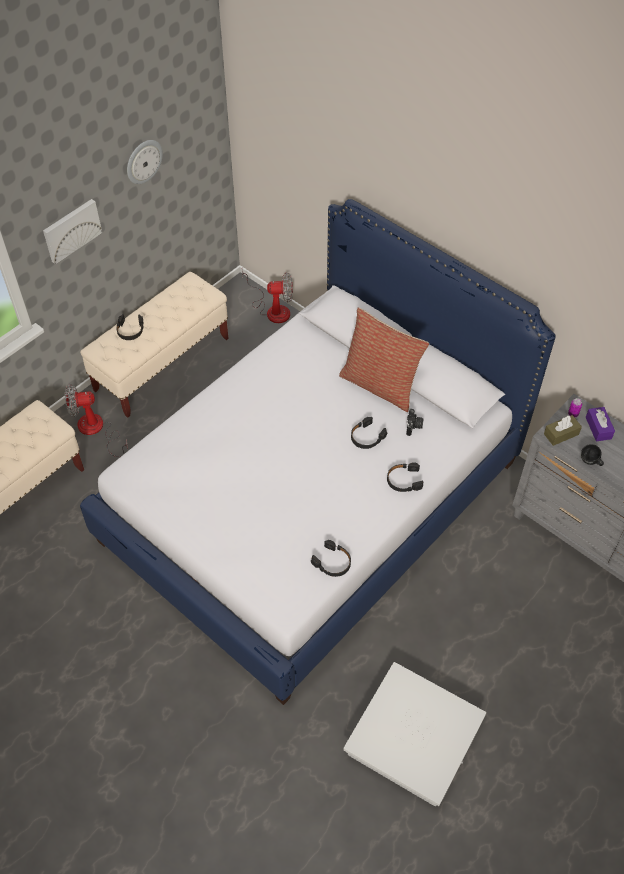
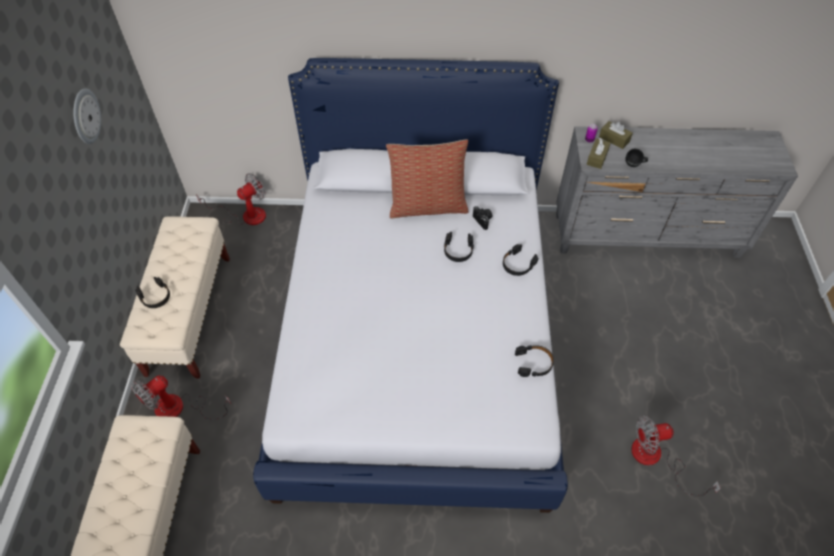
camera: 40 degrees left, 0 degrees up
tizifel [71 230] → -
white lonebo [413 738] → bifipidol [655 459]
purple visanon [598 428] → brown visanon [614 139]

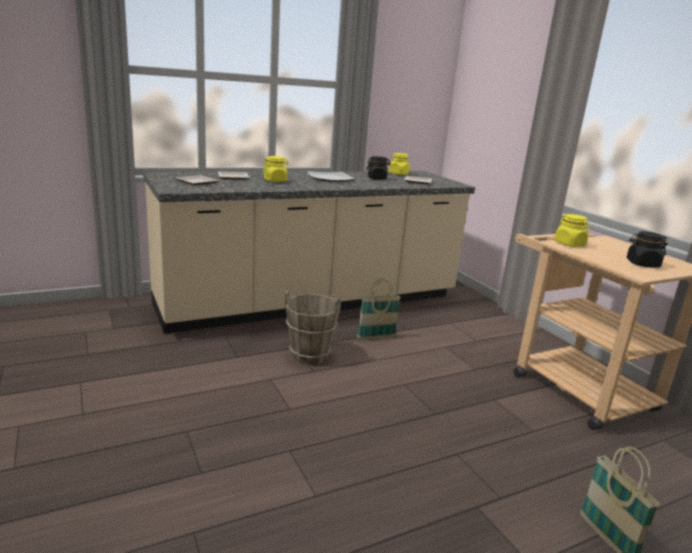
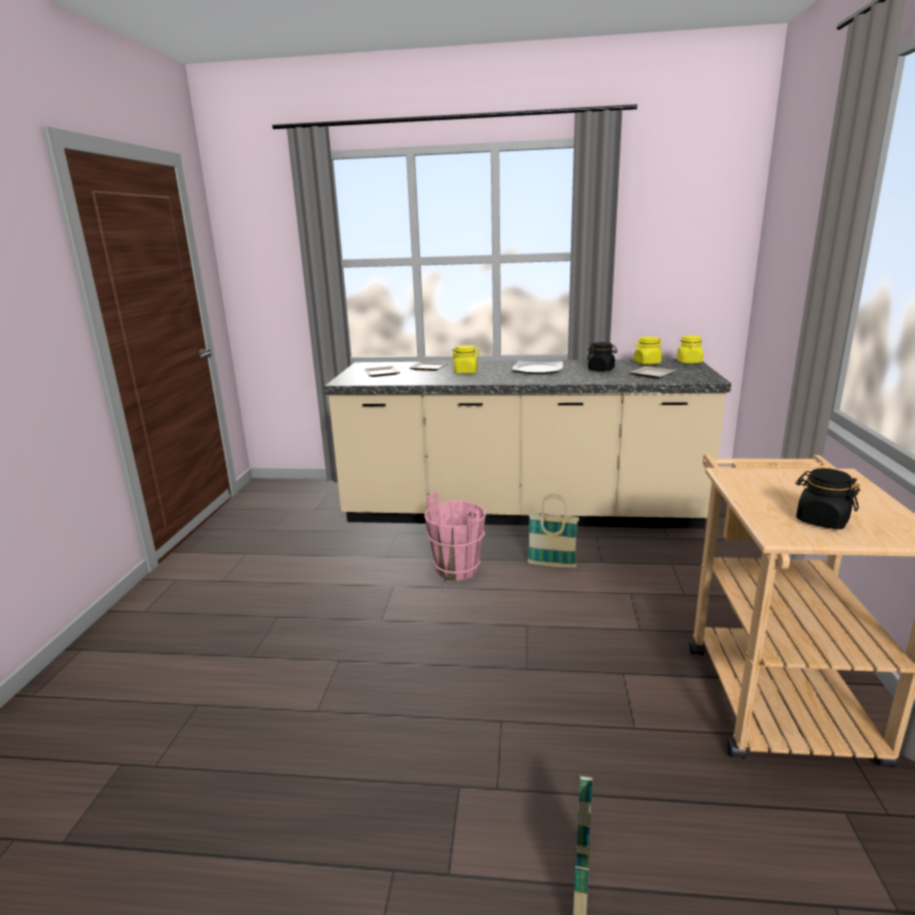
camera: 35 degrees right, 0 degrees up
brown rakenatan [310 355] → pink rakenatan [457 569]
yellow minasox [569 244] → yellow minasox [689 362], shifted

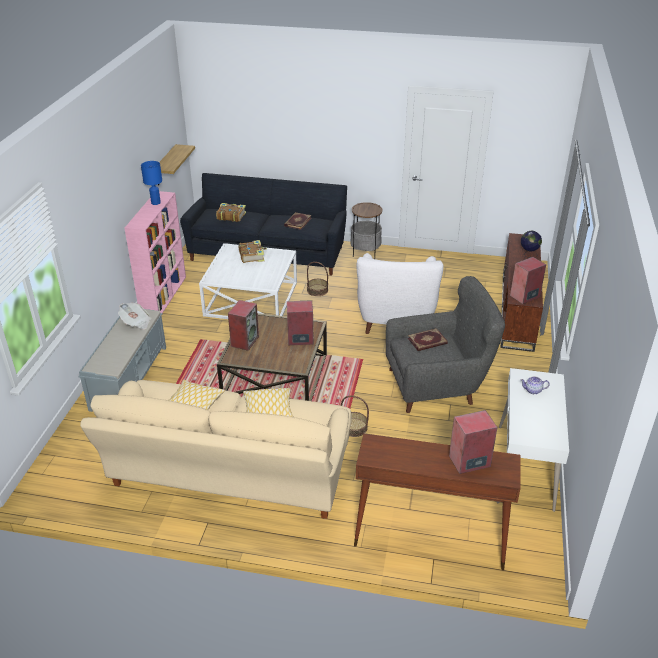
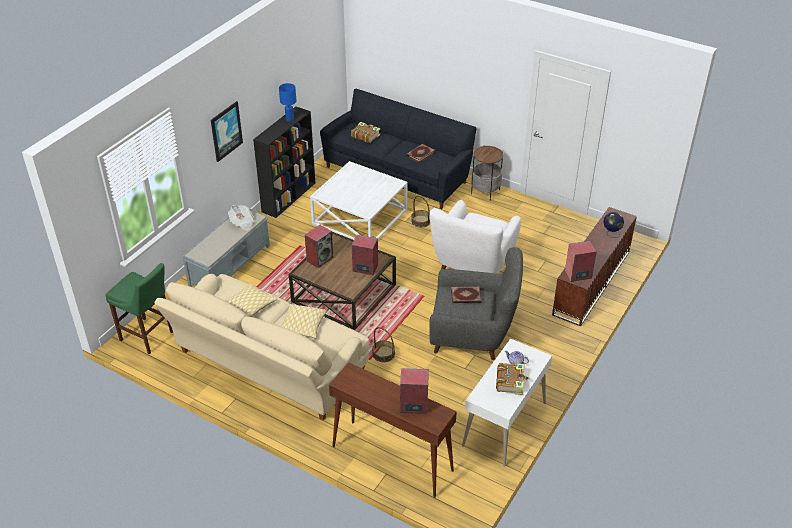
camera: 20 degrees right, 5 degrees up
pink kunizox [163 295] → black kunizox [289 197]
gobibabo [165 165] → -
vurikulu [252 256] → vurikulu [510 382], shifted
- → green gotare [148 337]
- → tizifel [226 131]

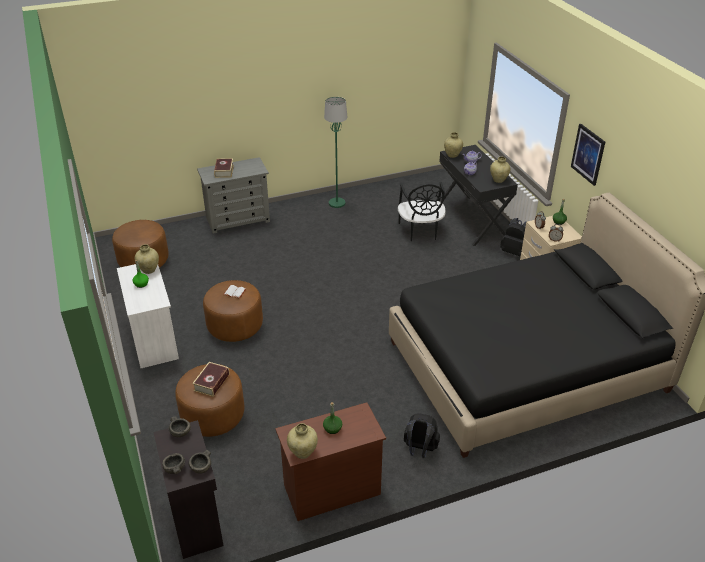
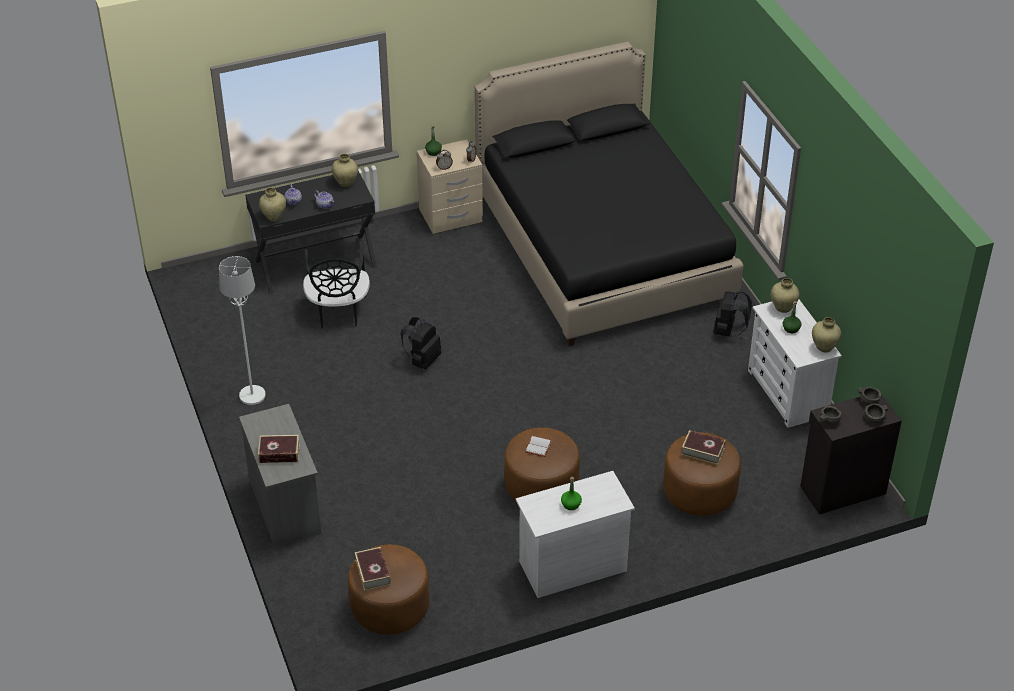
camera: 90 degrees left, 5 degrees up
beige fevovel [149 270] → beige fevovel [783 308], shifted
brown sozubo [331 489] → white sozubo [787 393]
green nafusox [337 203] → white nafusox [252 395]
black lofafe [420 231] → black lofafe [338 312], 90 degrees clockwise
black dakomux [514 251] → black dakomux [422 360], shifted
tizifel [588 154] → -
- → vurikulu [373 572]

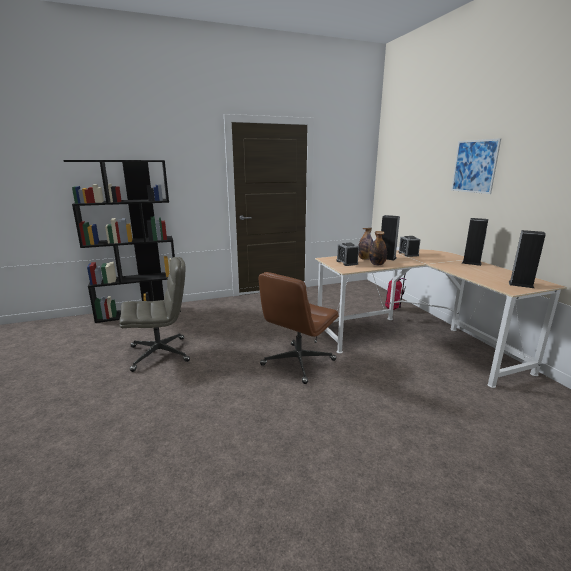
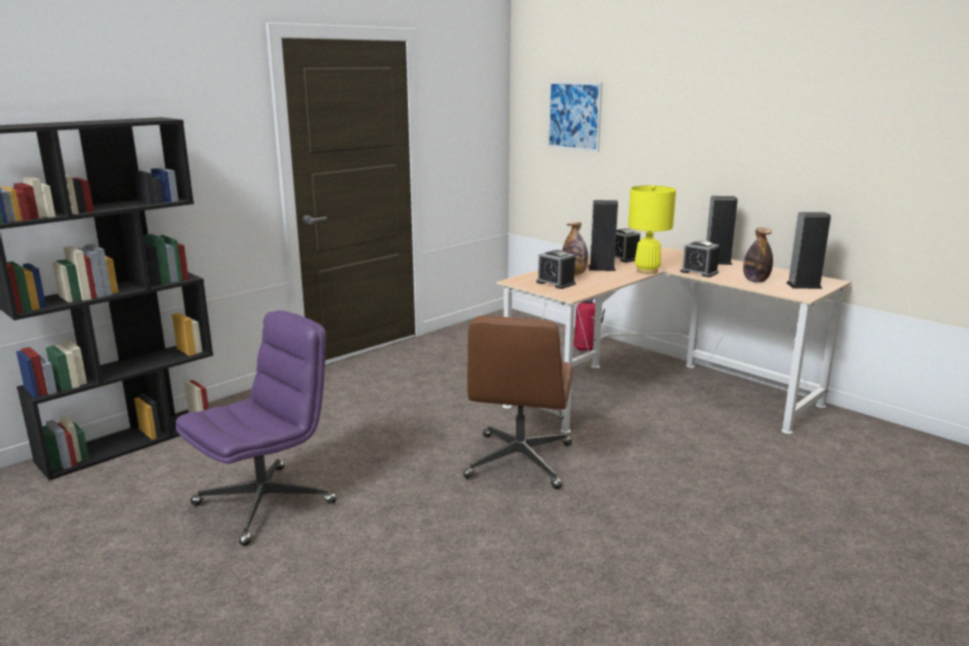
camera: 25 degrees left, 0 degrees up
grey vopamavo [160 353] → purple vopamavo [265 503]
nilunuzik [377 264] → nilunuzik [755 281], shifted
tizifel [474 166] → tizifel [574 116], shifted
- → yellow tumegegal [647 271]
- → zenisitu [699 272]

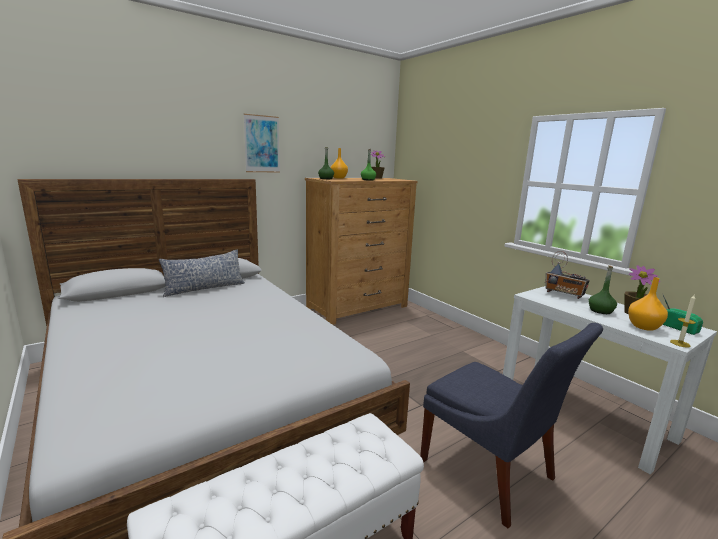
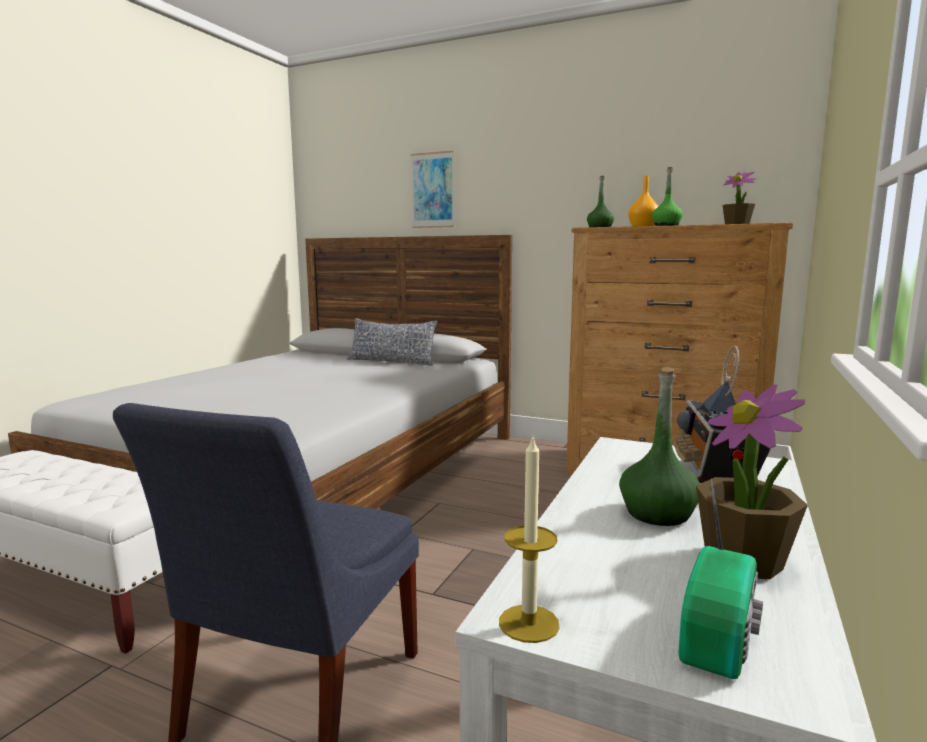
camera: 60 degrees right, 5 degrees down
tizifel [262 144] → tizifel [433 190], shifted
orange fevovel [643 327] → -

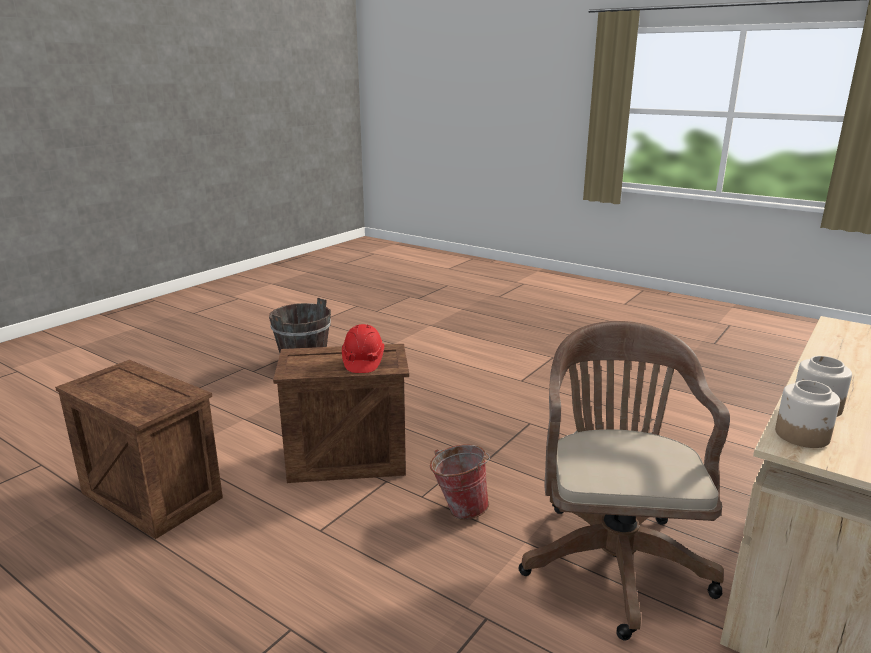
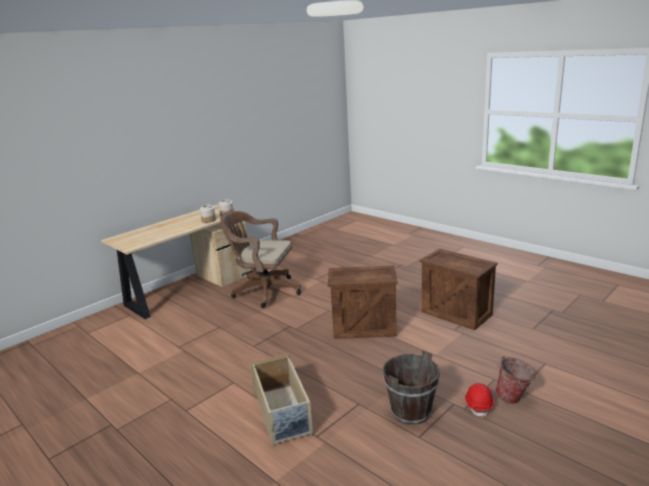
camera: 170 degrees left, 0 degrees up
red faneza [363 361] → red faneza [478 405], shifted
rakenatan [459 508] → rakenatan [514 399], shifted
brown vopamavo [613 557] → brown vopamavo [263 291], 90 degrees clockwise
- → beige lonebo [283 413]

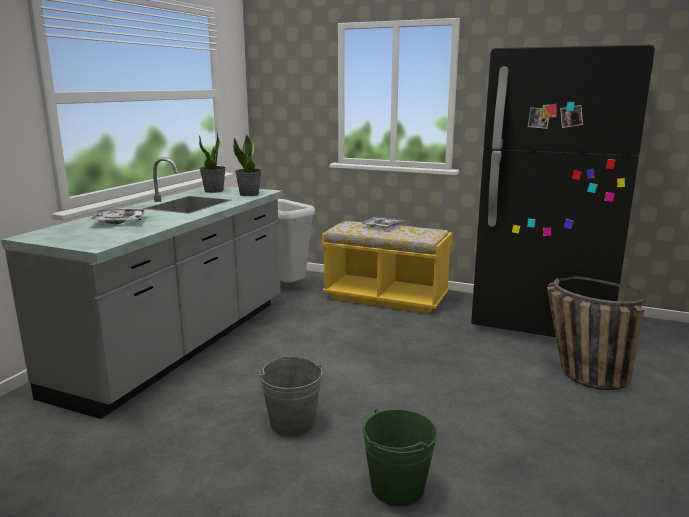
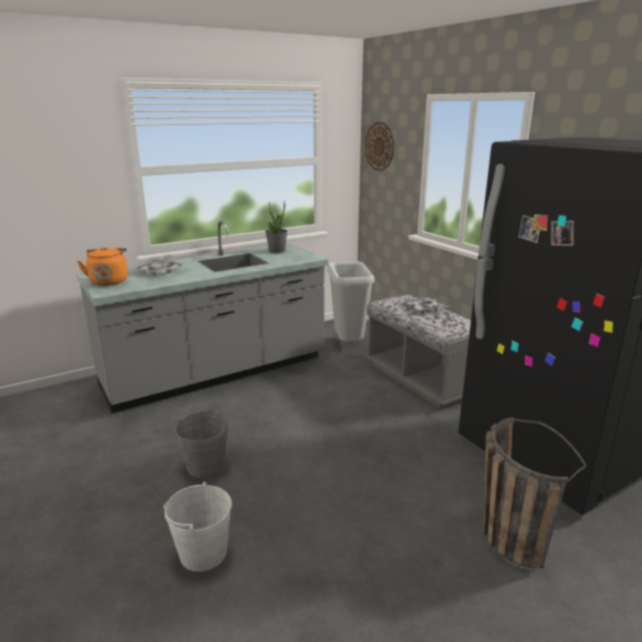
camera: 35 degrees right, 5 degrees up
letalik [249 194] → -
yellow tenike [386 298] → grey tenike [421 379]
green rakenatan [397 487] → white rakenatan [203 553]
- → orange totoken [109 281]
- → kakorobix [379 146]

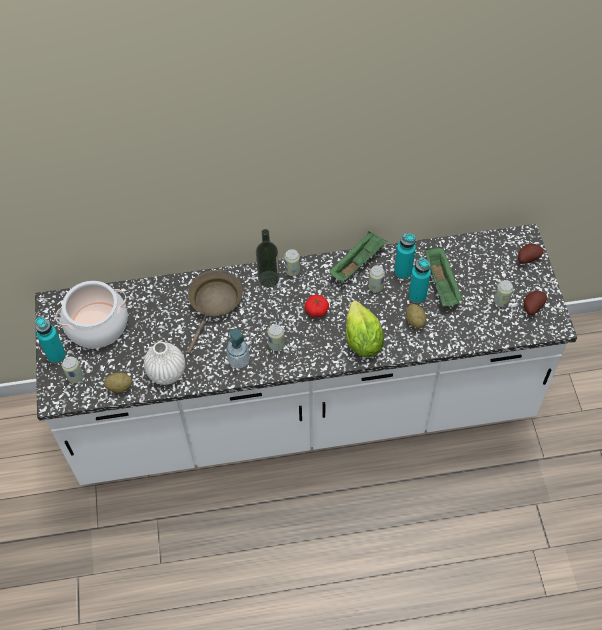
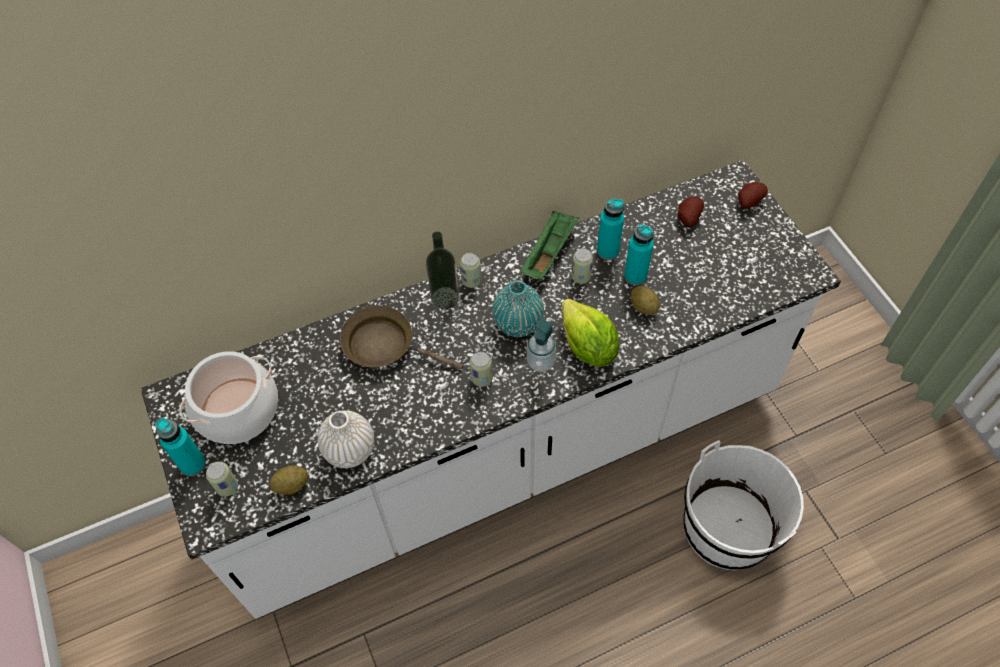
camera: 15 degrees left, 0 degrees up
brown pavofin [214 303] → brown pavofin [385 345], 75 degrees counterclockwise
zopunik [238 361] → zopunik [540 362], shifted
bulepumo [316 310] → turquoise fevovel [518 323]
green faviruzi [442 284] → -
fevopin [501 301] → -
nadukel [531 307] → nadukel [687 218], shifted
- → white rakenatan [728 527]

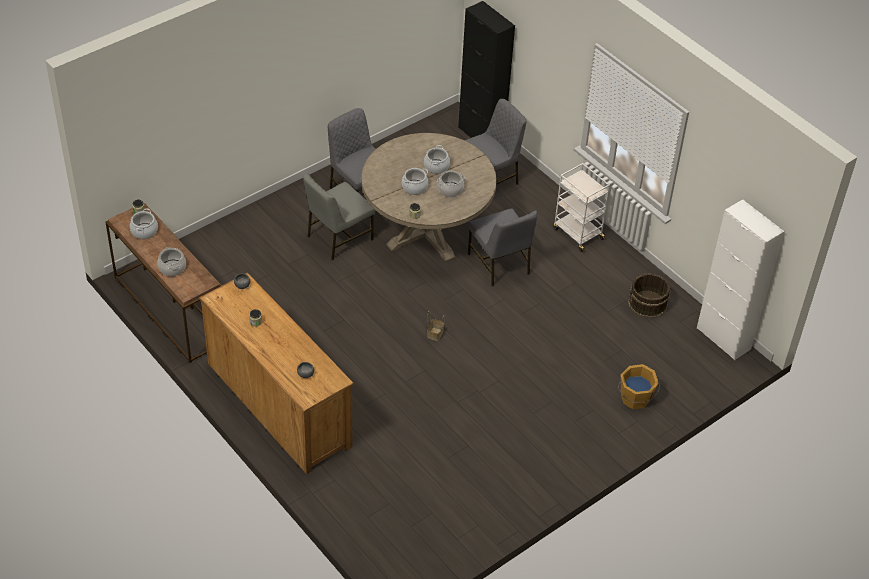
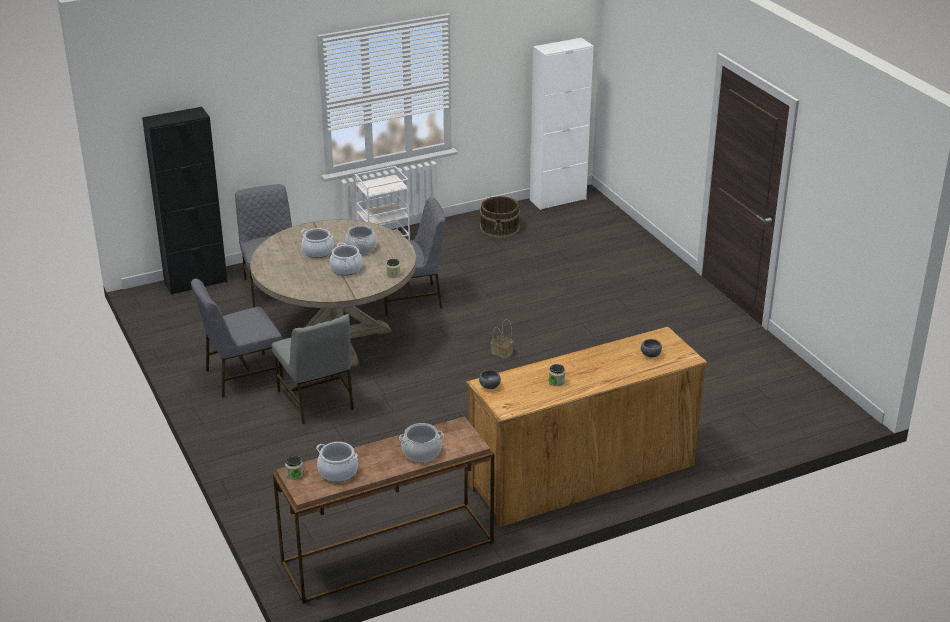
camera: 75 degrees left, 15 degrees down
orange rakenatan [635 398] → -

